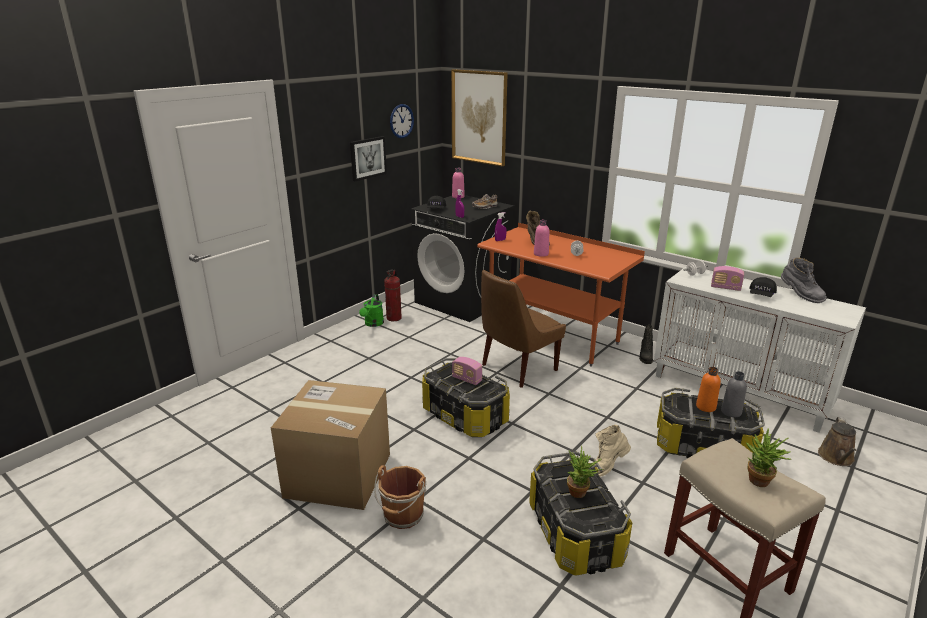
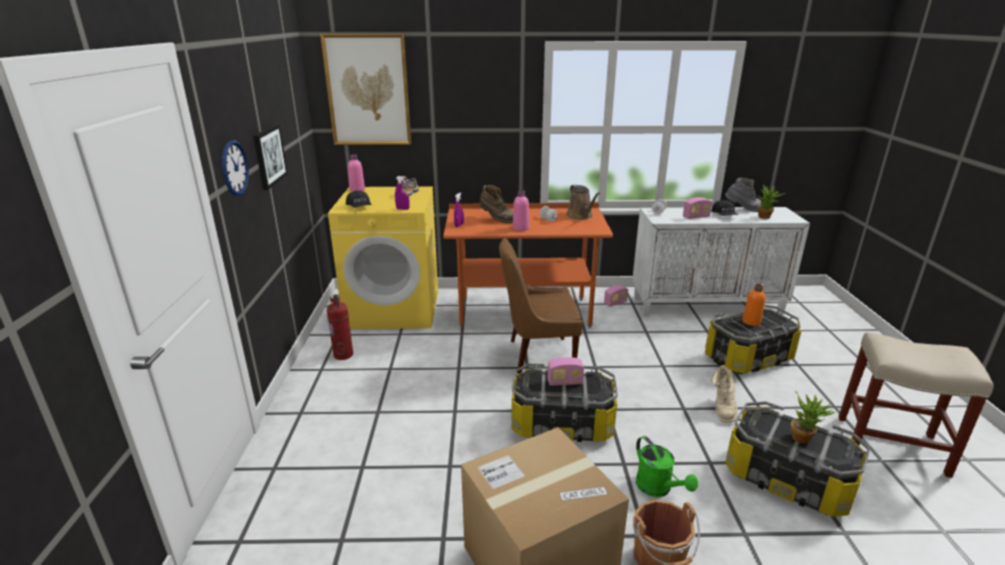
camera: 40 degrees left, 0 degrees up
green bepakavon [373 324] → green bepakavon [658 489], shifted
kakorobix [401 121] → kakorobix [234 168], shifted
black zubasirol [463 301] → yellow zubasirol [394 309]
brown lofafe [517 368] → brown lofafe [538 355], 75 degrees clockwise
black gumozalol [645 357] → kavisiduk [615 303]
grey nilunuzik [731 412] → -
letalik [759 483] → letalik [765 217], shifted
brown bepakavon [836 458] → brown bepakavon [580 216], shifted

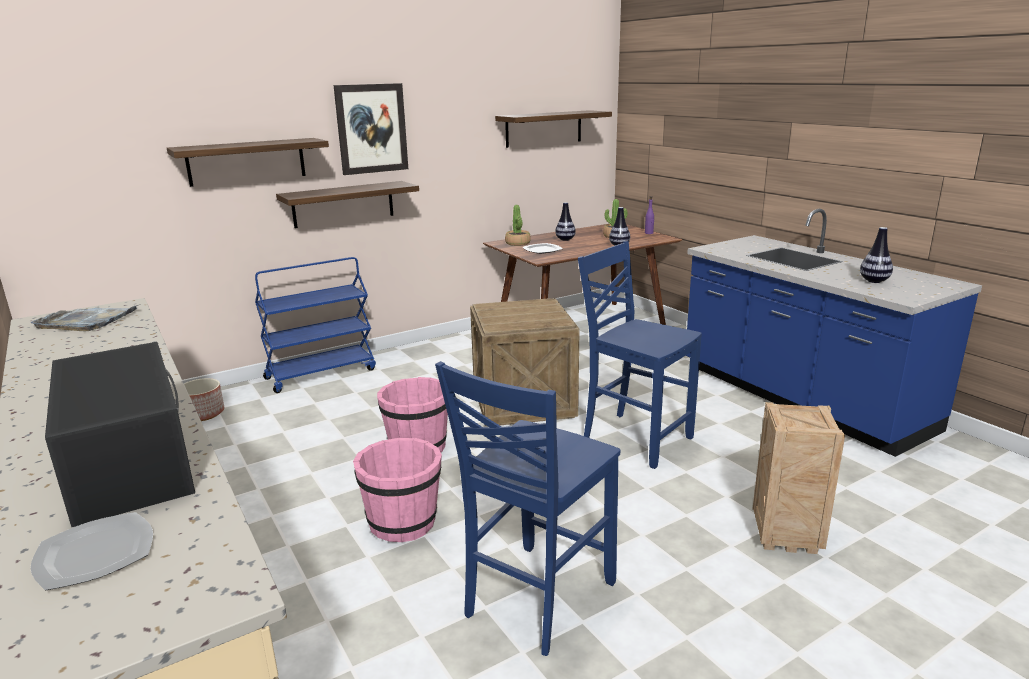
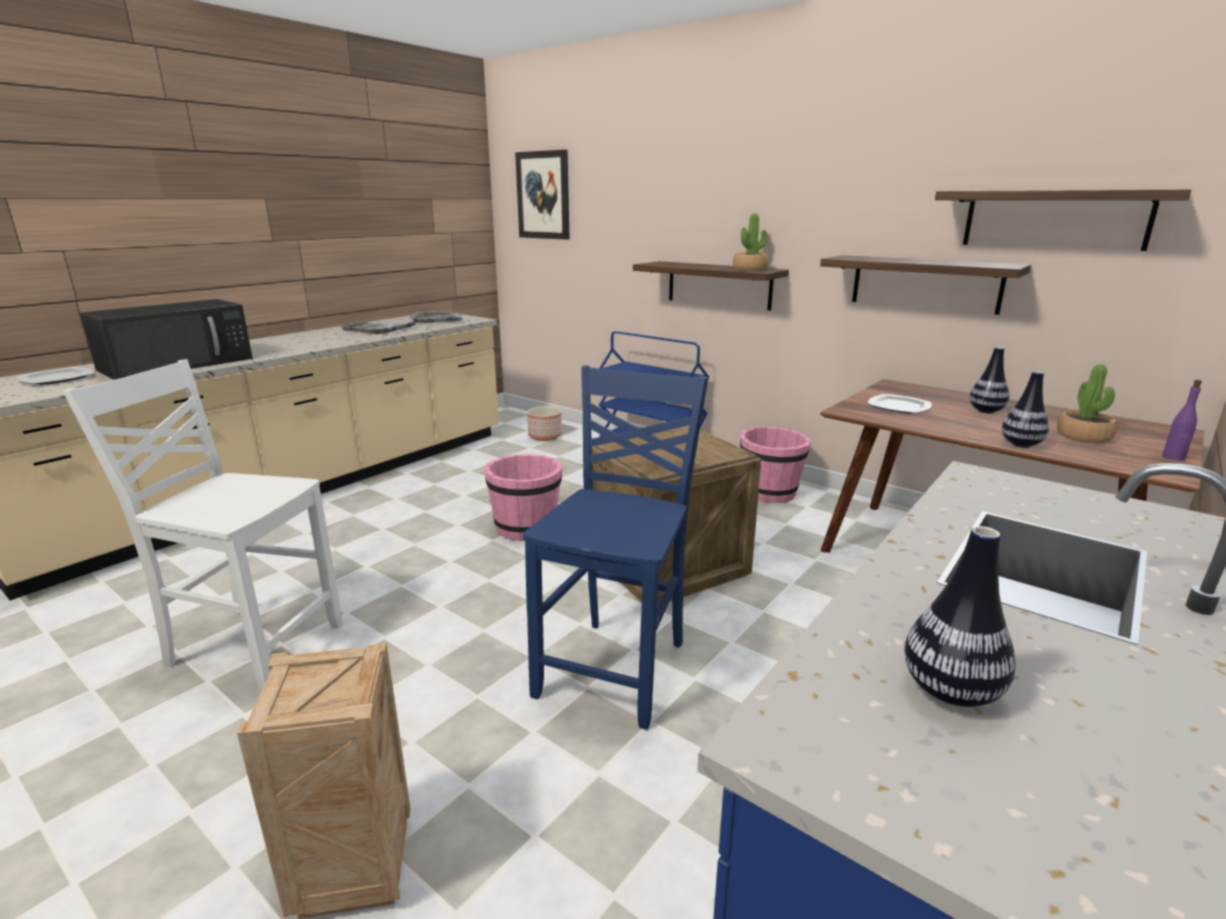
camera: 70 degrees right, 0 degrees up
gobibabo [246 161] → gobibabo [925 283], shifted
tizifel [371 128] → tizifel [543 195], shifted
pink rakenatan [403 522] → pink rakenatan [770 493], shifted
blue lofafe [536 599] → white lofafe [252 645]
letalik [518 243] → letalik [750 269], shifted
- → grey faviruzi [378 329]

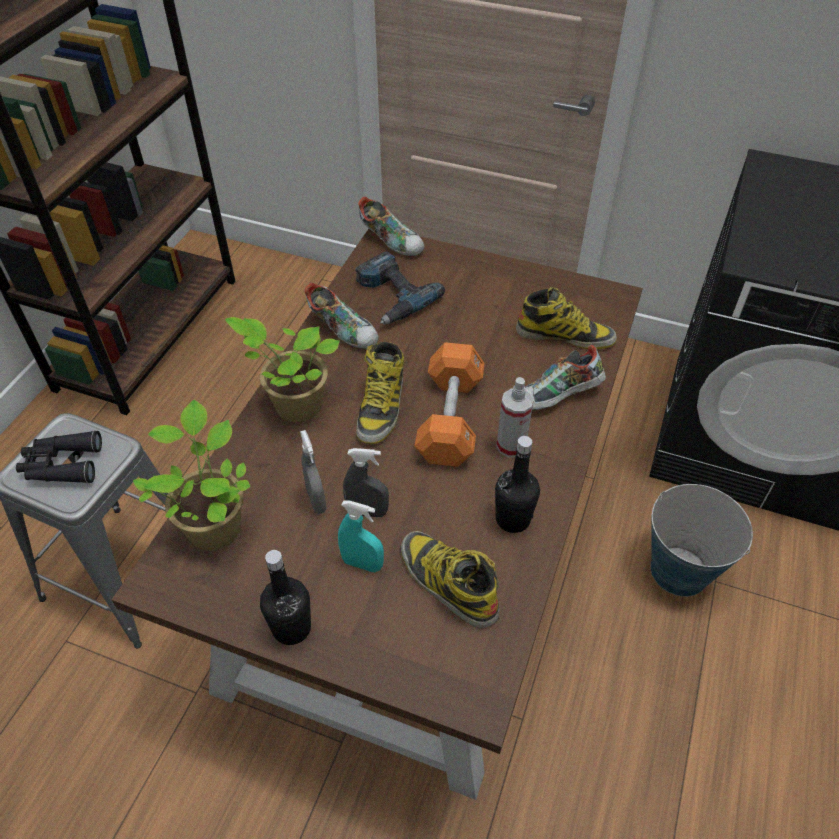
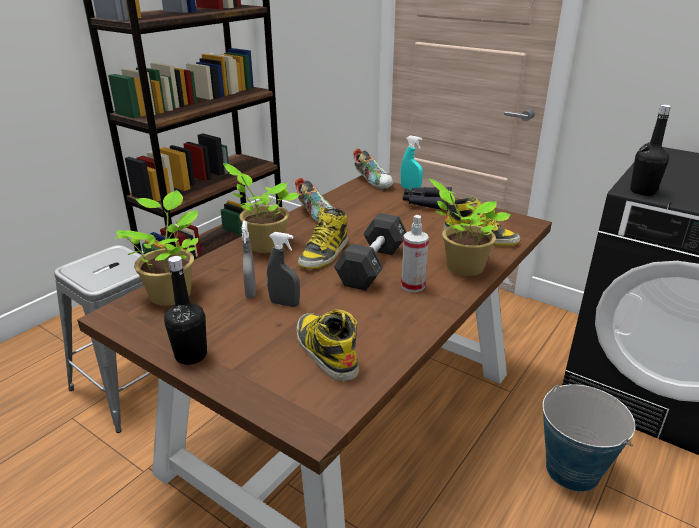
camera: 15 degrees right, 20 degrees down
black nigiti [61 465] → black nigiti [426 204], shifted
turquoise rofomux [362 564] → turquoise rofomux [410 189], shifted
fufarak [391 296] → -
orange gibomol [450 419] → black gibomol [372 266]
black nilunuzik [512 519] → black nilunuzik [642 191], shifted
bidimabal [558 398] → letalik [461 267]

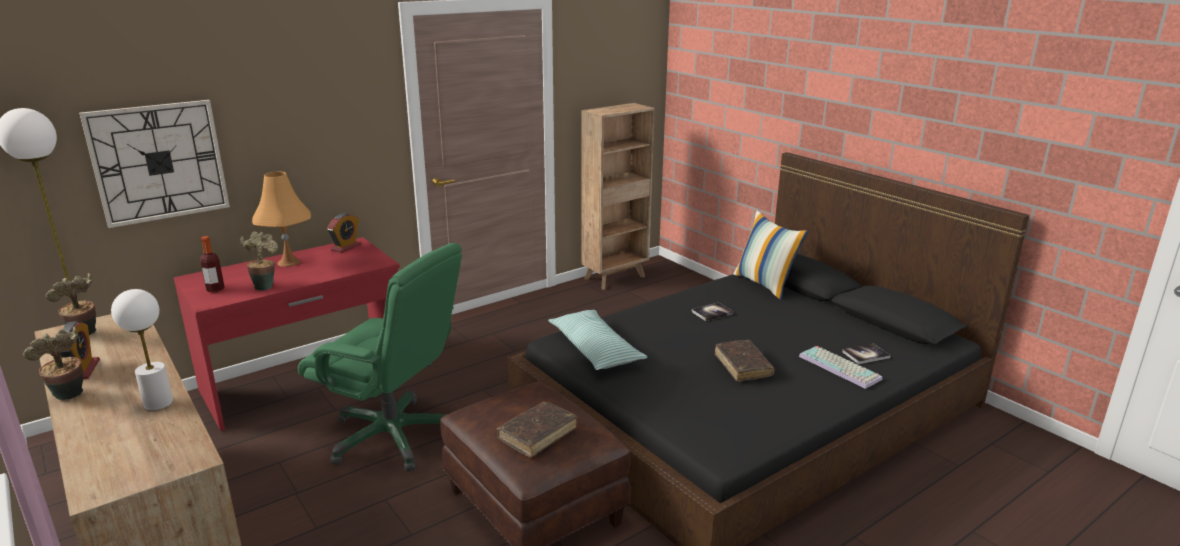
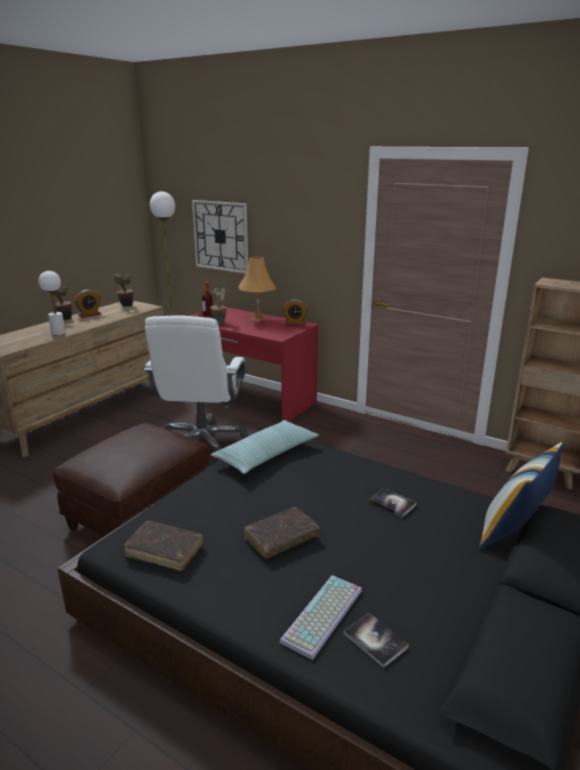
camera: 70 degrees right, 0 degrees up
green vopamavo [393 436] → white vopamavo [202 442]
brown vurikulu [537 435] → brown vurikulu [164 551], shifted

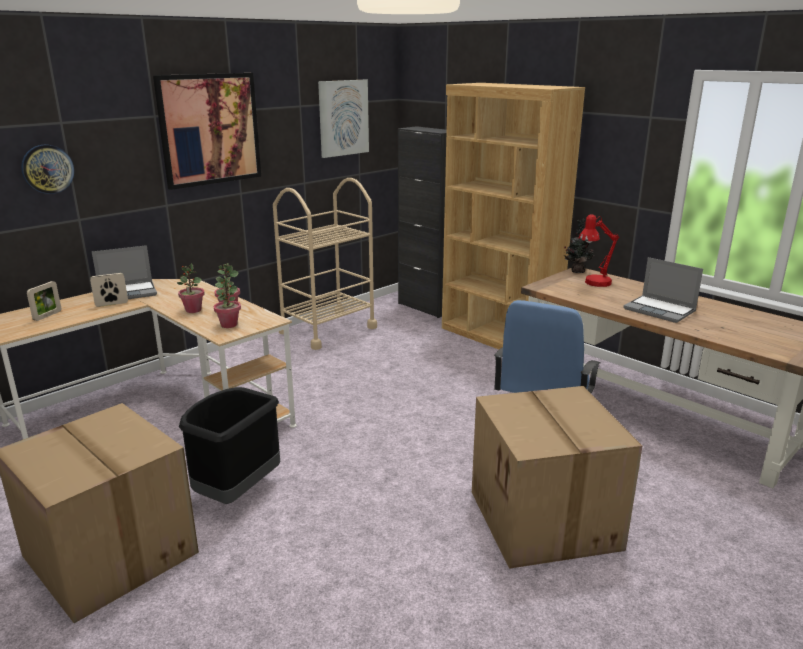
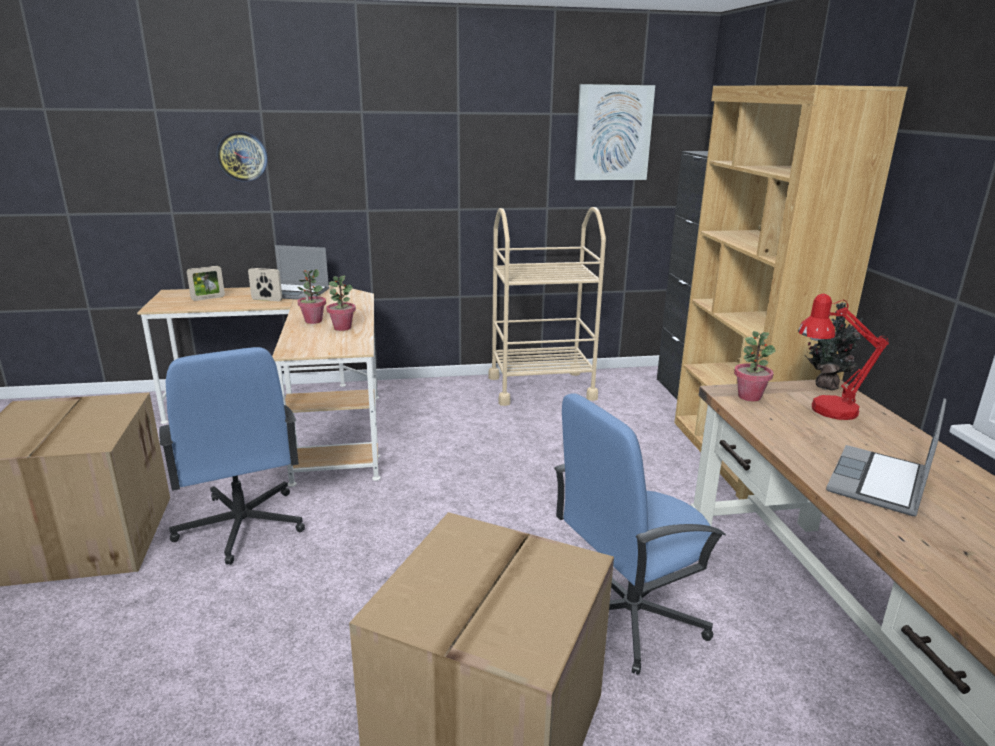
camera: 35 degrees right, 0 degrees up
tizifel [210 129] → -
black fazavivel [236 492] → blue vopamavo [241 526]
letalik [229 325] → letalik [749 396], shifted
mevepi [660 310] → mevepi [879 483], 45 degrees clockwise

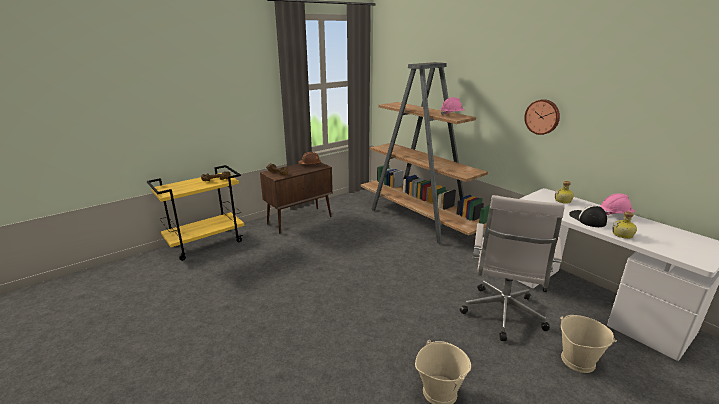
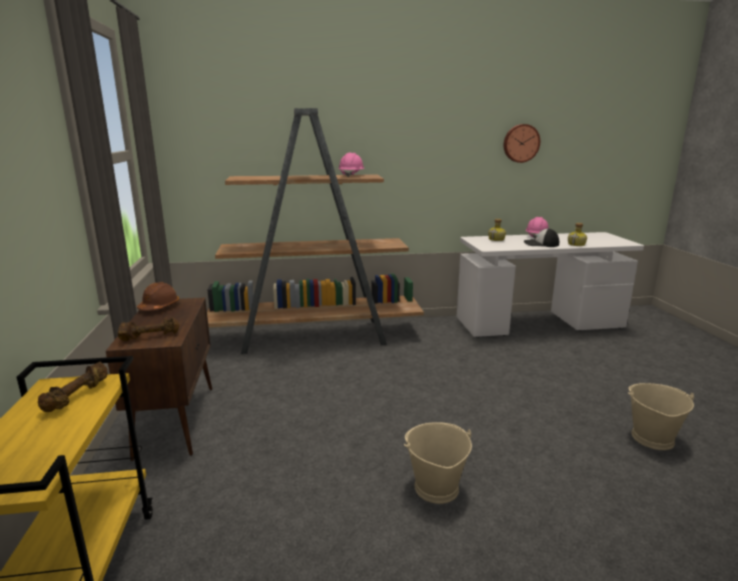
camera: 60 degrees left, 5 degrees down
white vopamavo [502 316] → -
kakorobix [542 117] → kakorobix [520 143], shifted
beige rakenatan [577 360] → beige rakenatan [435 487], shifted

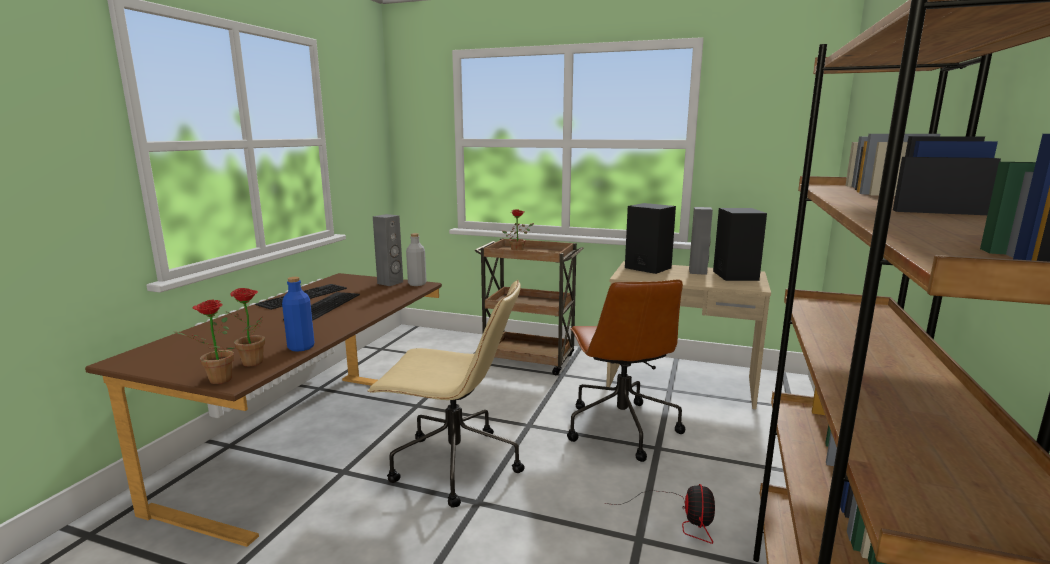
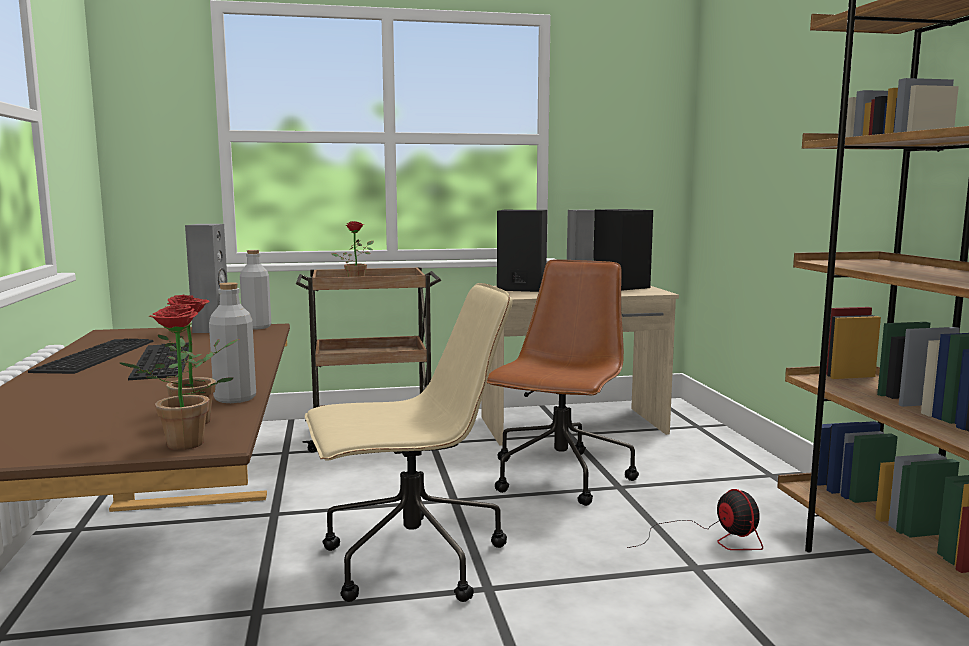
camera: 30 degrees left, 5 degrees down
blue nilunuzik [301 347] → grey nilunuzik [235 398]
brown vopamavo [620 427] → brown vopamavo [560 478], 120 degrees counterclockwise

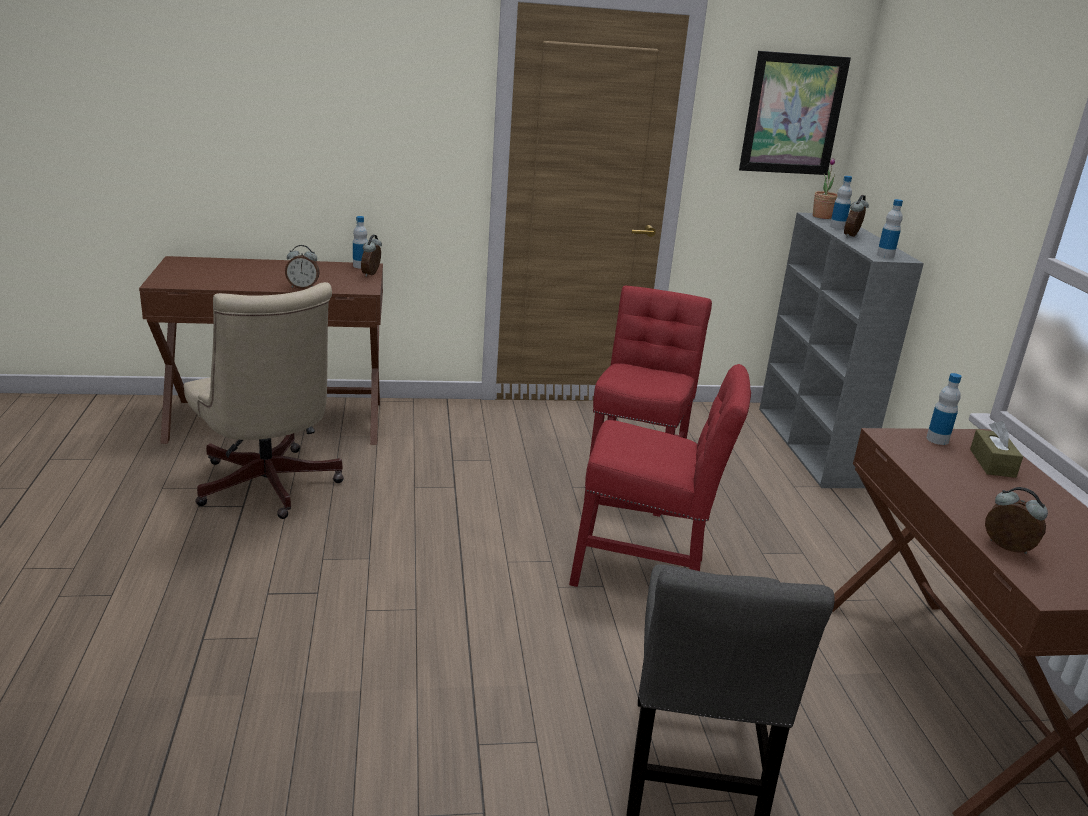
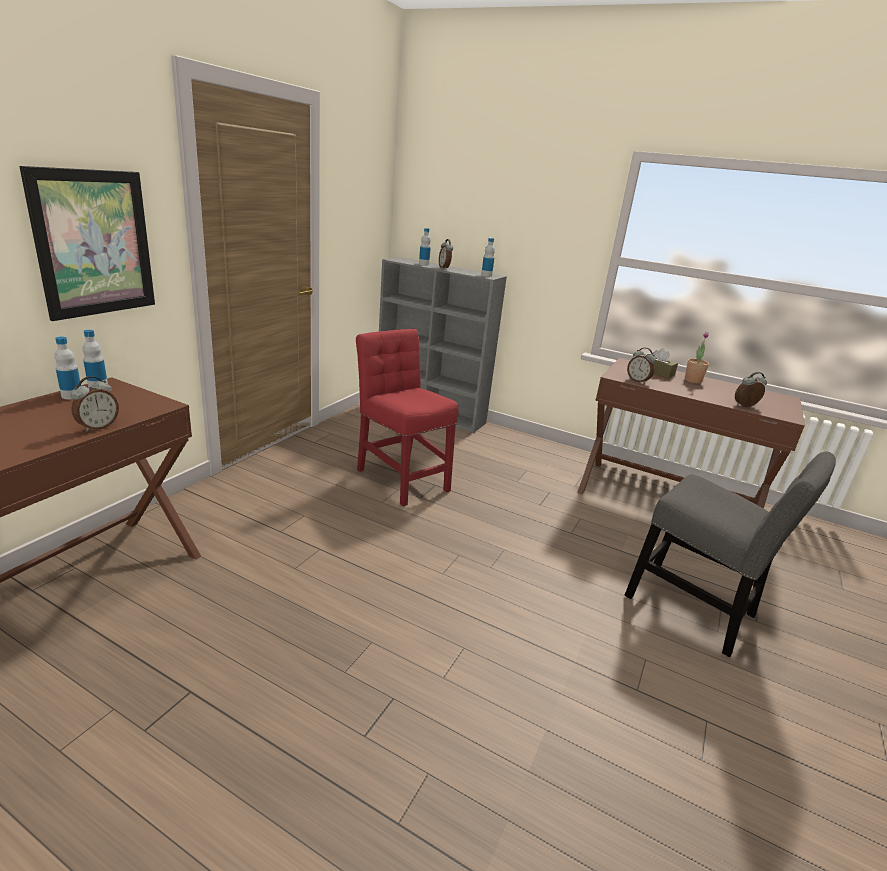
camera: 55 degrees left, 0 degrees up
beige vopamavo [268 489] → -
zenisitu [372 274] → zenisitu [638 381], shifted
red lofafe [646 574] → -
tizifel [793 114] → tizifel [94 243], shifted
letalik [822 216] → letalik [693 380], shifted
nilunuzik [937 439] → nilunuzik [72 396], shifted

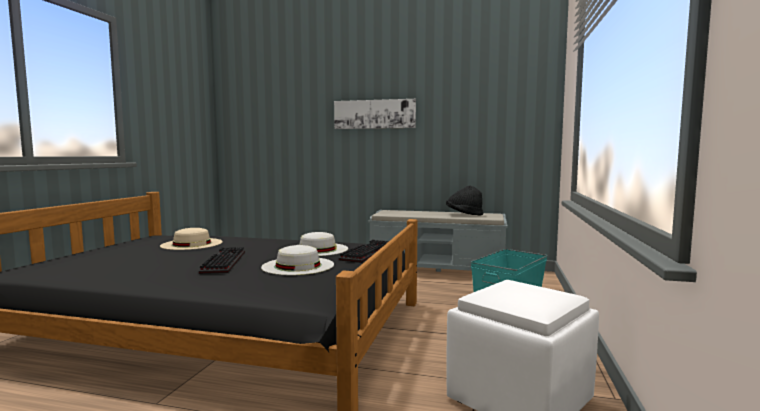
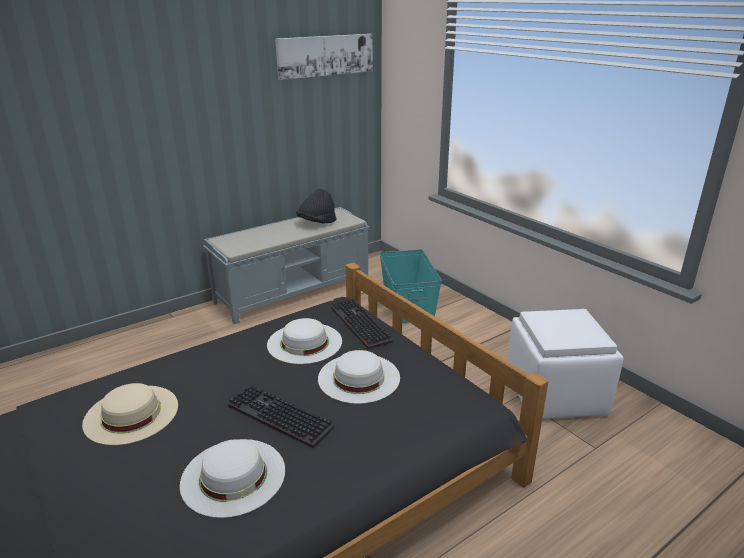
camera: 50 degrees left, 20 degrees up
tizifel [374 114] → tizifel [325 55], shifted
- → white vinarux [233 476]

